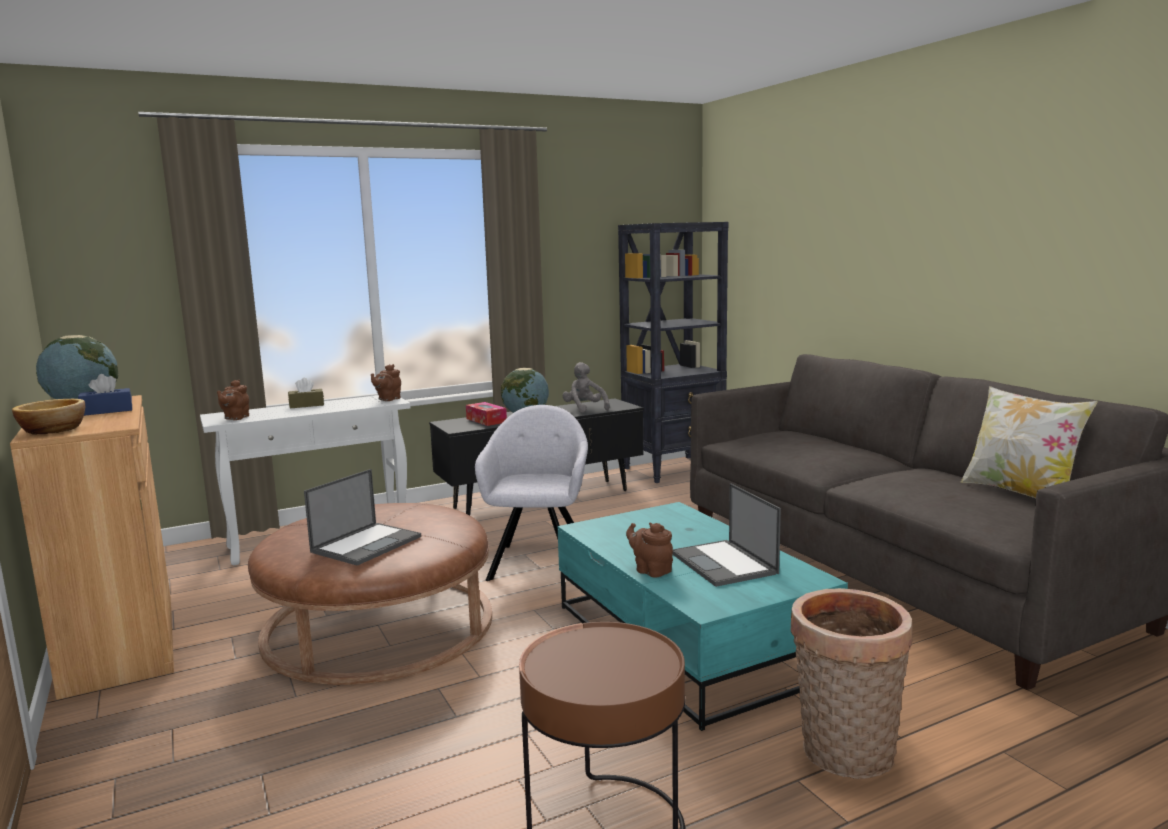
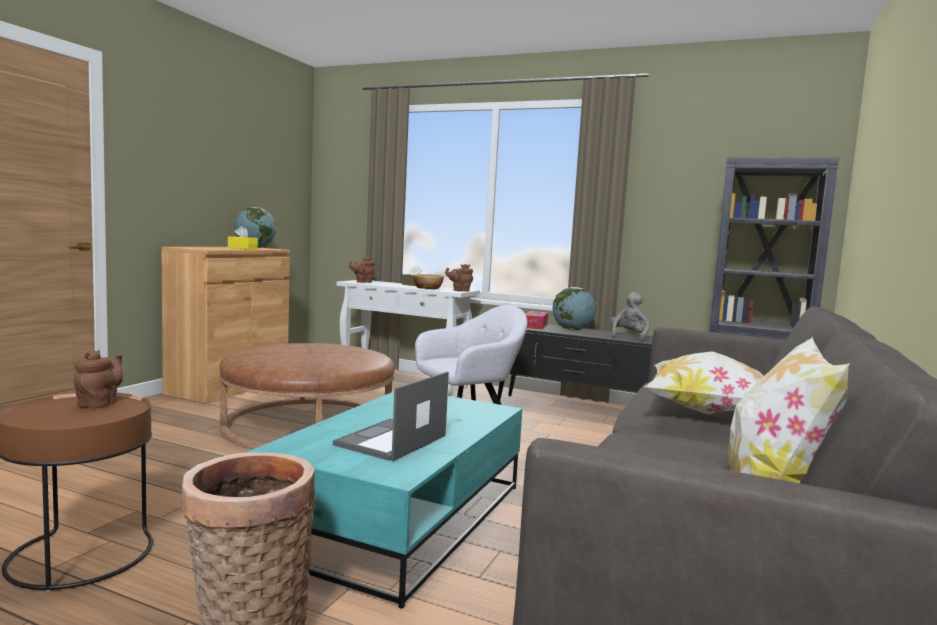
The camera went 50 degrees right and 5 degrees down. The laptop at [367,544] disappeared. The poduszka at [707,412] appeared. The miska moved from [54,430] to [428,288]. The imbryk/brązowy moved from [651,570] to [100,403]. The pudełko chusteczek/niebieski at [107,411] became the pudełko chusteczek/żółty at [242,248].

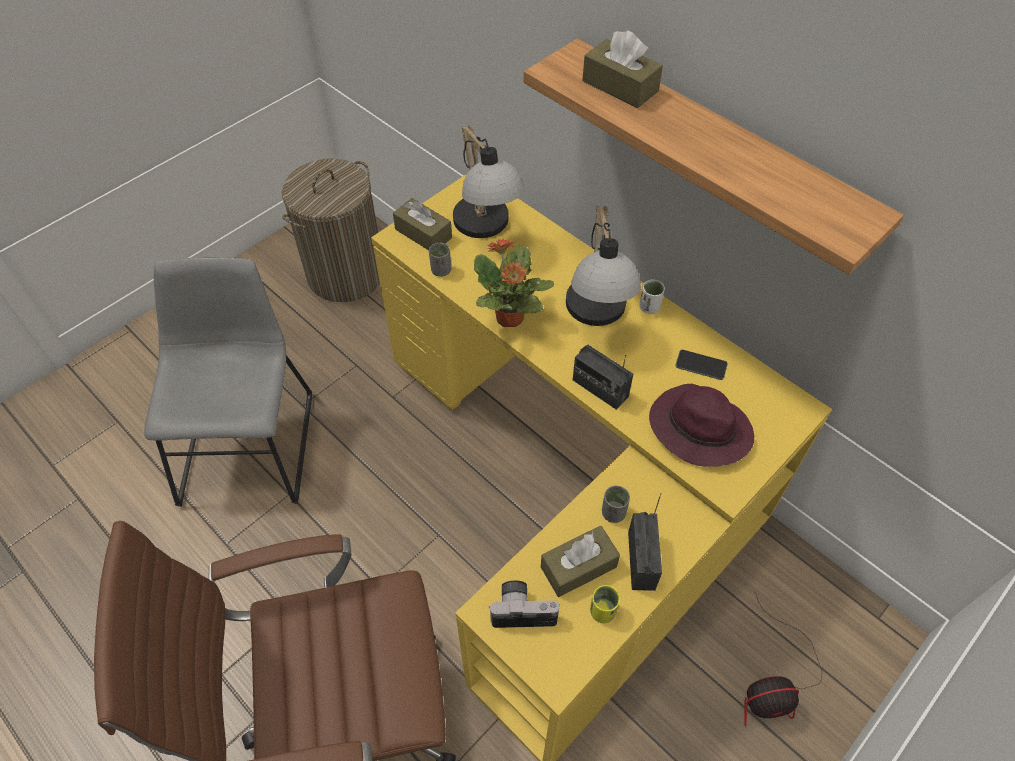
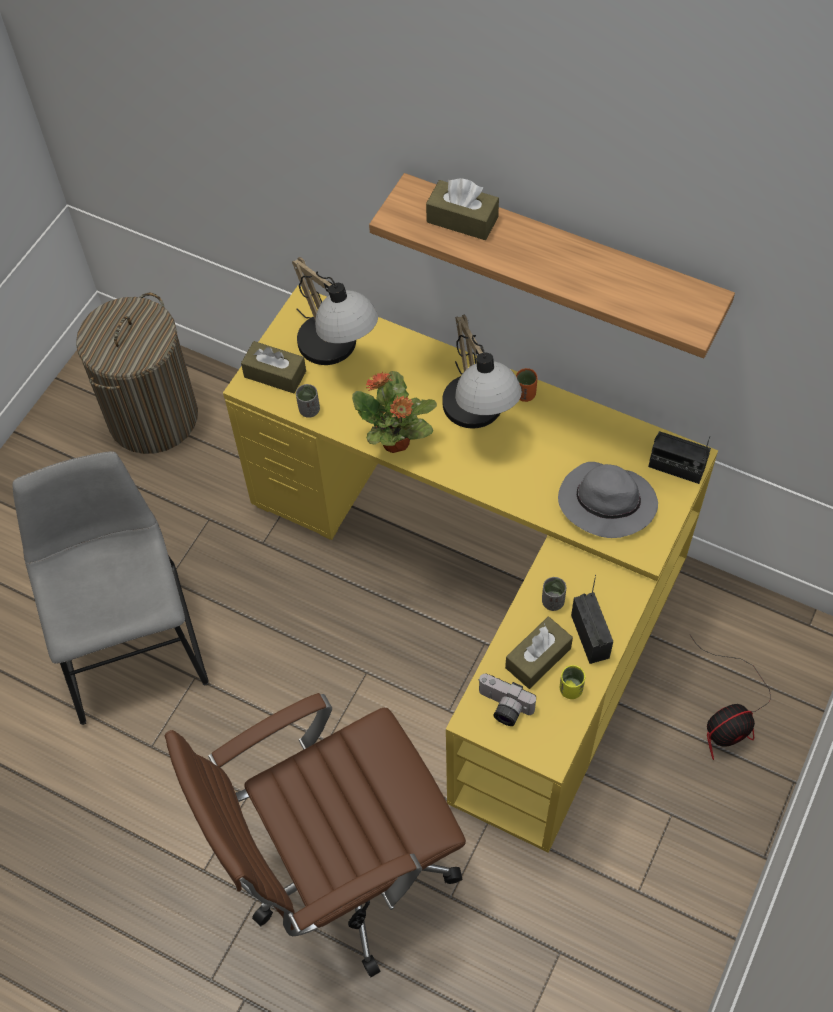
The camera went 15 degrees left and 5 degrees up. The telefon at [701,365] disappeared. The radio moved from [600,388] to [676,468]. The filiżanka/biały at [649,307] became the filiżanka/pomarańczowy at [525,394]. The kapelusz/fioletowy at [698,429] became the kapelusz/szary at [605,503]. The aparat fotograficzny at [523,609] turned 135 degrees counterclockwise.

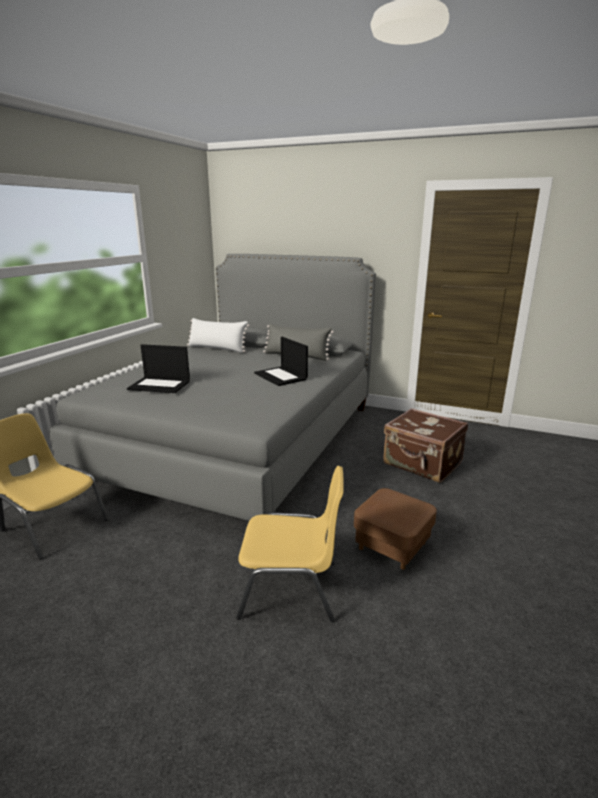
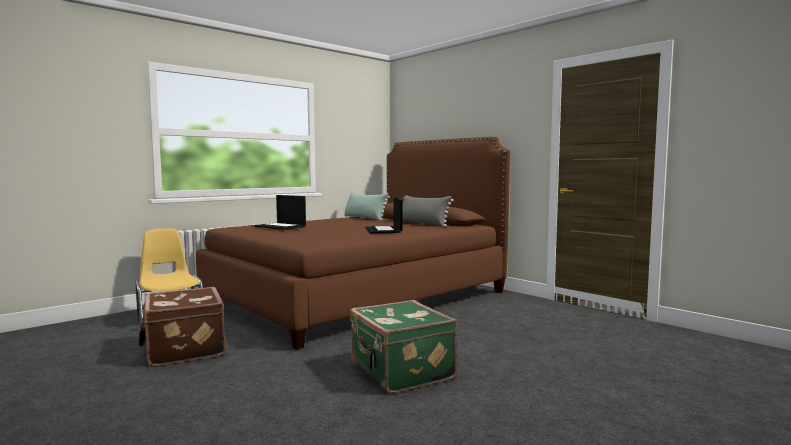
The camera went 25 degrees right and 15 degrees down. The krzesło/żółty at [291,588] disappeared. The walizka/brązowy moved from [422,464] to [183,349]. The pufa/brązowy at [392,546] was replaced by the walizka/zielony at [400,372]. The łóżko/szary at [240,440] became the łóżko/brązowy at [358,296]. The poduszka/biały at [217,348] became the poduszka/zielony at [364,218].

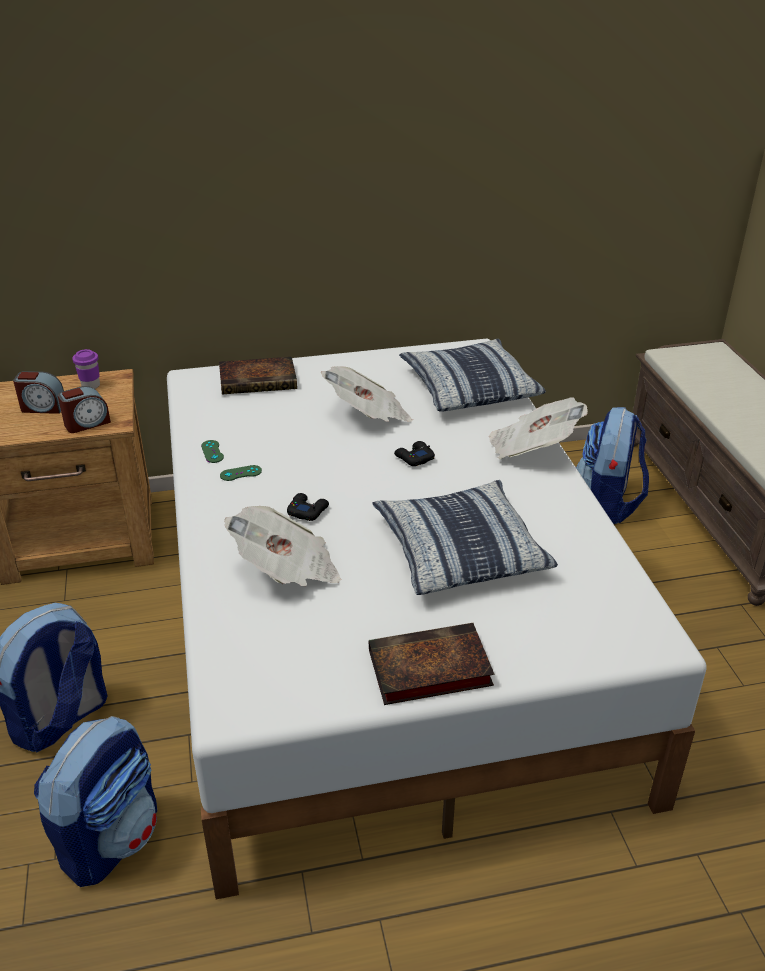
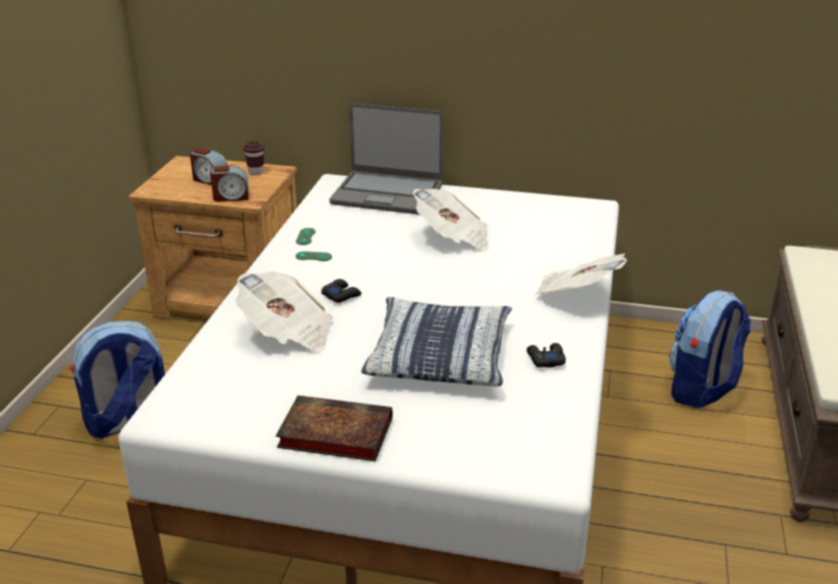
The camera went 25 degrees right and 5 degrees down. The plecak at [111,837] disappeared. The poduszka at [469,388] disappeared. The pad do gier/czarny moved from [414,458] to [545,359]. The książka at [260,380] was replaced by the laptop at [387,194]. The filiżanka/fioletowy at [91,385] became the filiżanka/brązowy at [256,172].

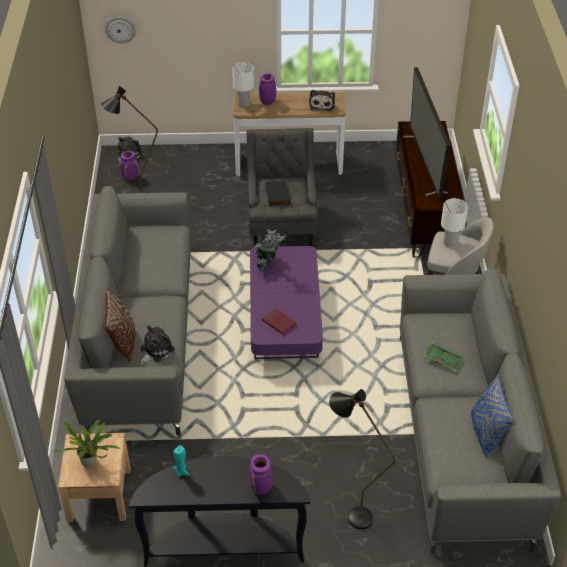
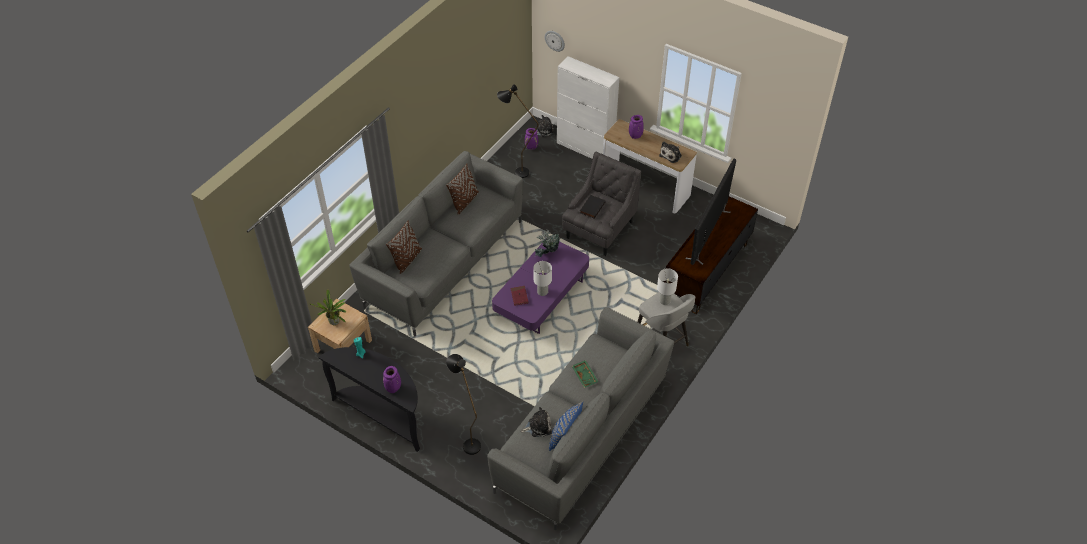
The camera went 35 degrees right and 5 degrees up. The poduszka/brązowy at [464,201] appeared. The szafka/biały at [585,148] appeared. The pluszak moved from [155,350] to [538,426]. The lampa stołowa/biały moved from [243,103] to [542,291].

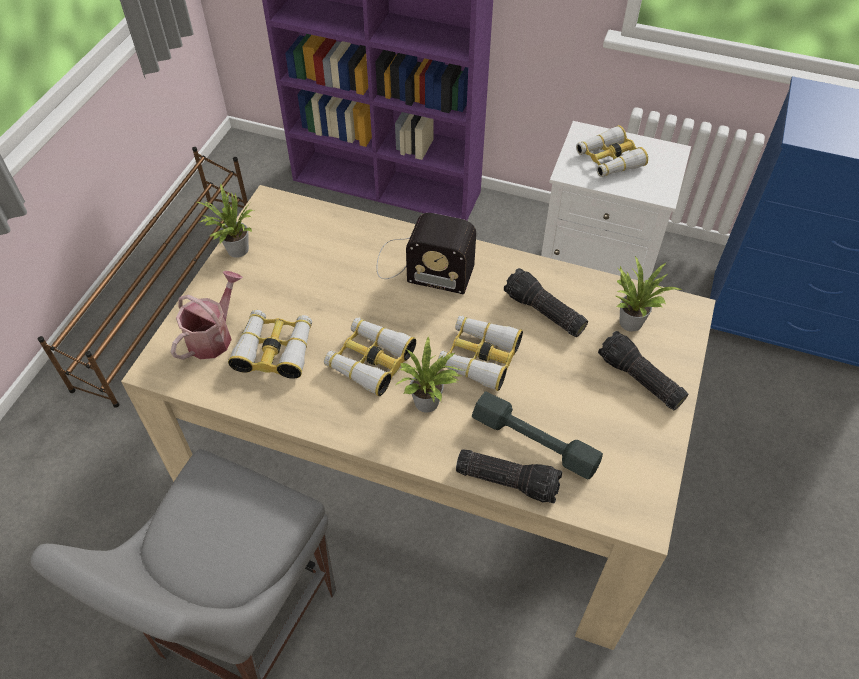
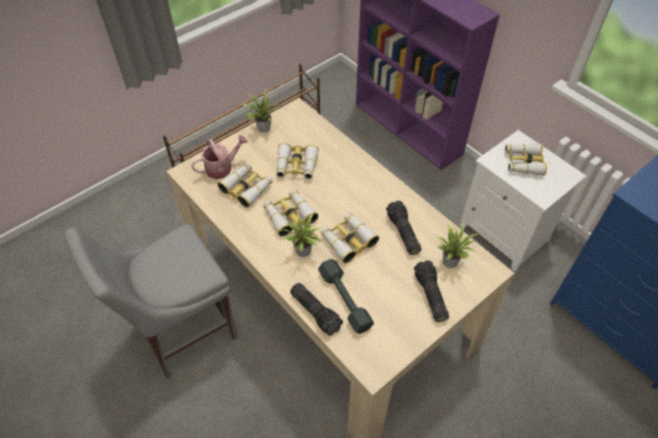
The camera went 30 degrees right and 0 degrees up. The radio at [421,266] disappeared. The lornetka at [296,166] appeared.

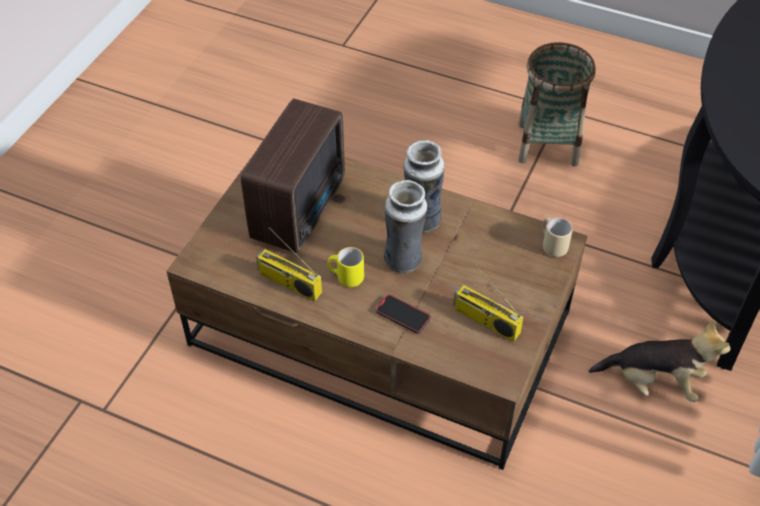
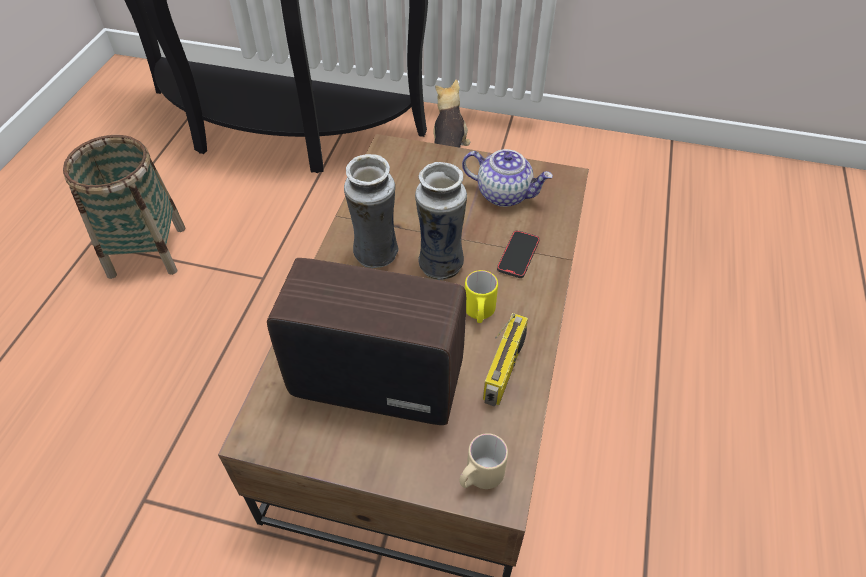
The camera went 100 degrees left and 0 degrees up. The kubek/beżowy moved from [552,245] to [479,477]. The radio at [485,321] was replaced by the imbryk at [504,194].

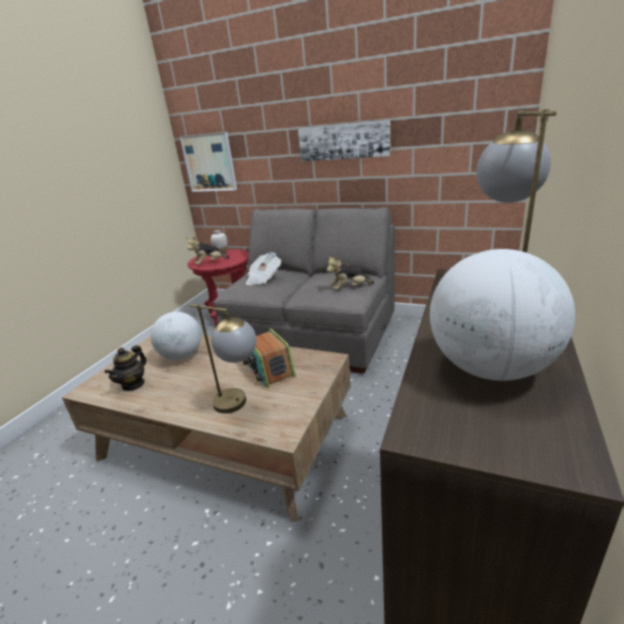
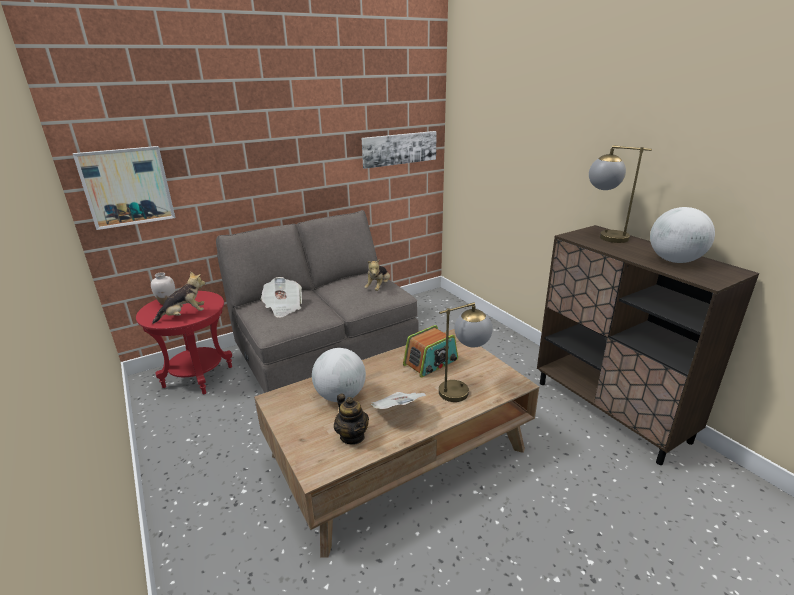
The camera went 55 degrees left and 0 degrees up. The gazeta at [398,411] appeared. The obraz moved from [343,141] to [399,149]. The pluszak at [210,263] turned 120 degrees counterclockwise. The radio at [269,370] turned 45 degrees counterclockwise.

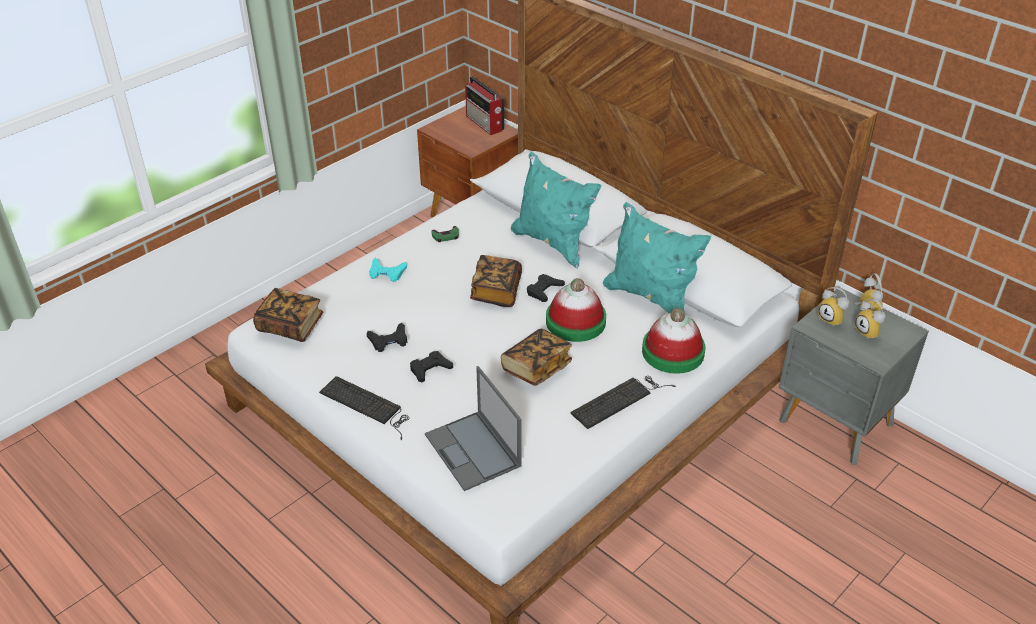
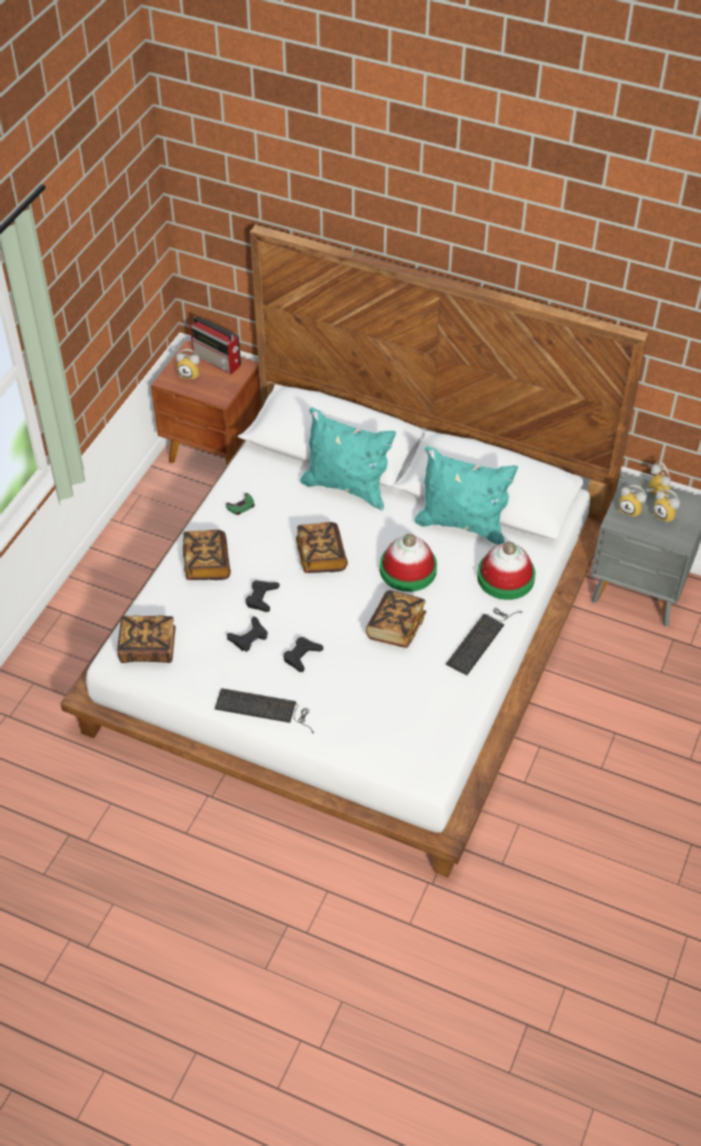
The camera went 20 degrees left and 10 degrees up. The laptop at [473,451] disappeared. The budzik at [190,374] appeared. The pad do gier/czarny moved from [544,290] to [261,598]. The pad do gier/turkusowy at [386,273] was replaced by the książka at [207,564].

